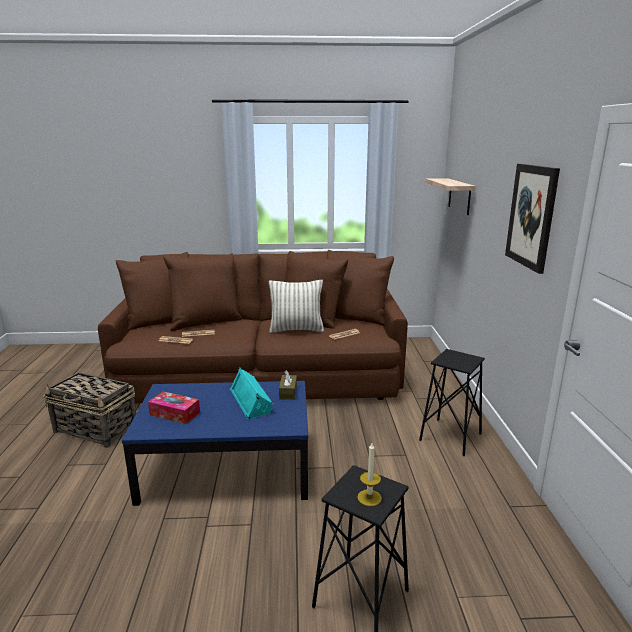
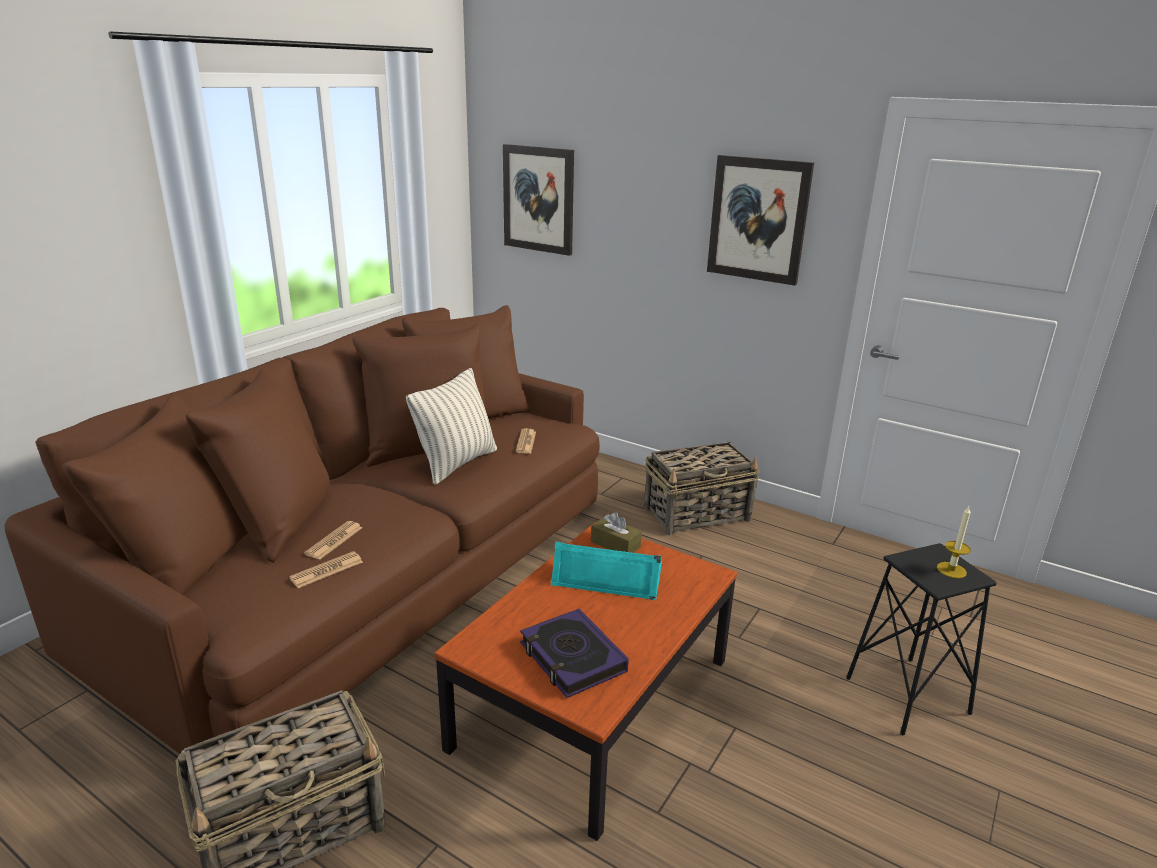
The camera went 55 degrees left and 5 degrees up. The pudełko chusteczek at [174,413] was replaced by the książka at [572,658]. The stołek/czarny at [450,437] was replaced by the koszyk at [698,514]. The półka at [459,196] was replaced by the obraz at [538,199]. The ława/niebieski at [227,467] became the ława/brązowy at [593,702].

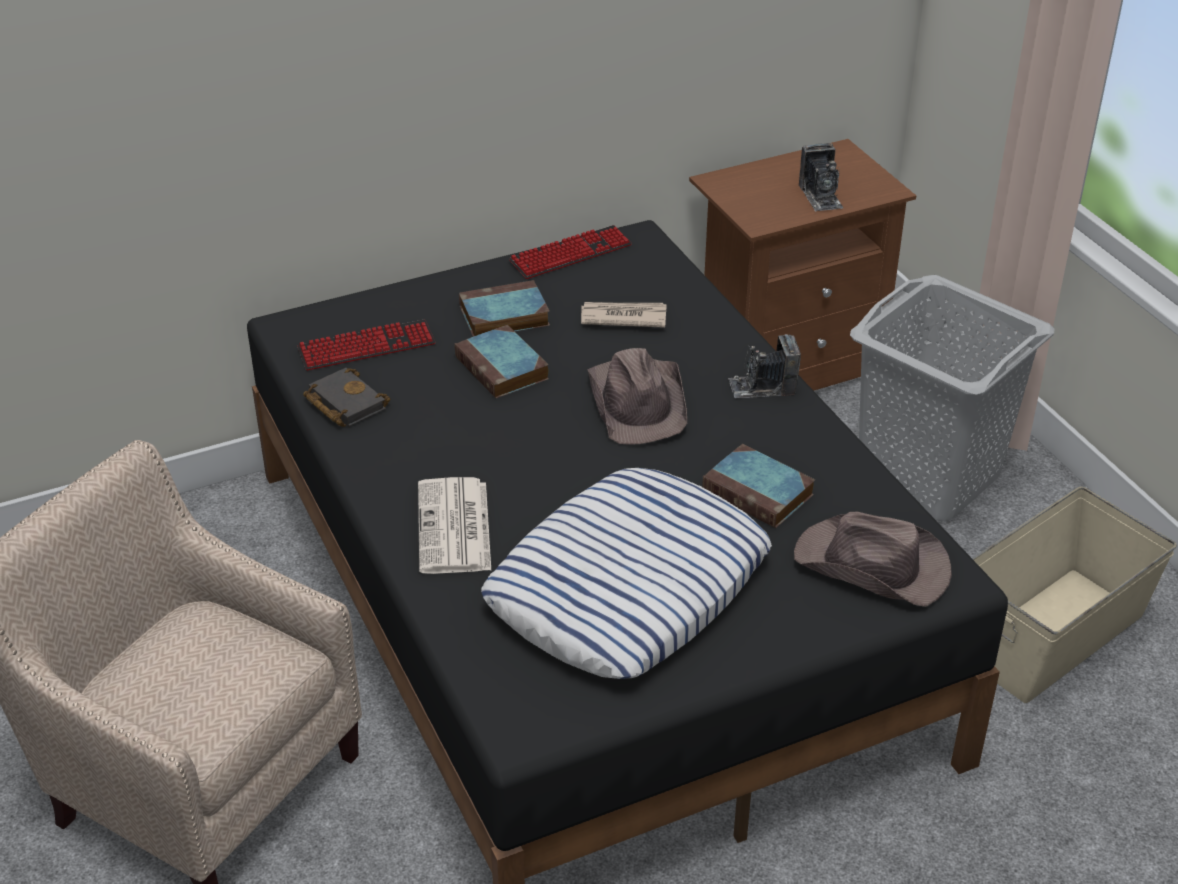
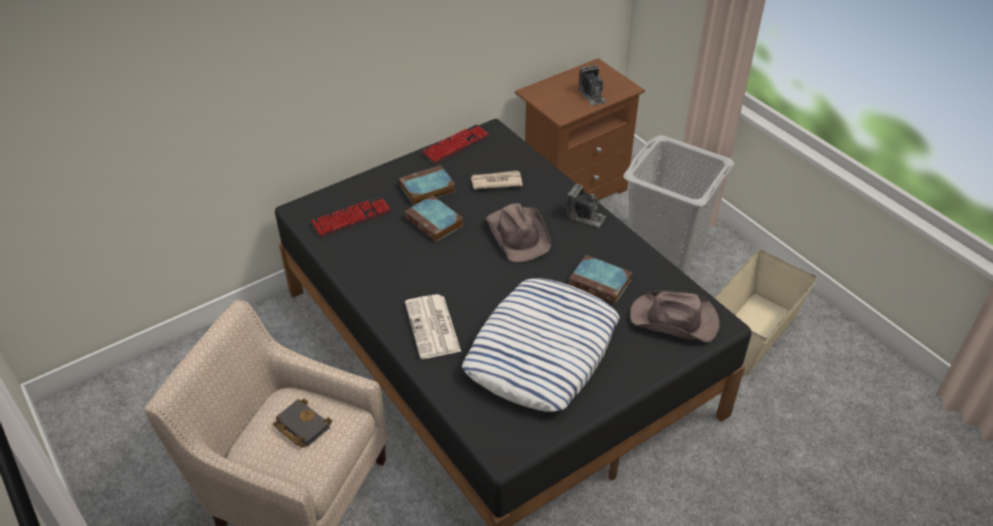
The camera went 10 degrees left and 5 degrees up. The książka/czarny moved from [343,403] to [300,426]. The aparat fotograficzny at [762,387] turned 135 degrees counterclockwise.

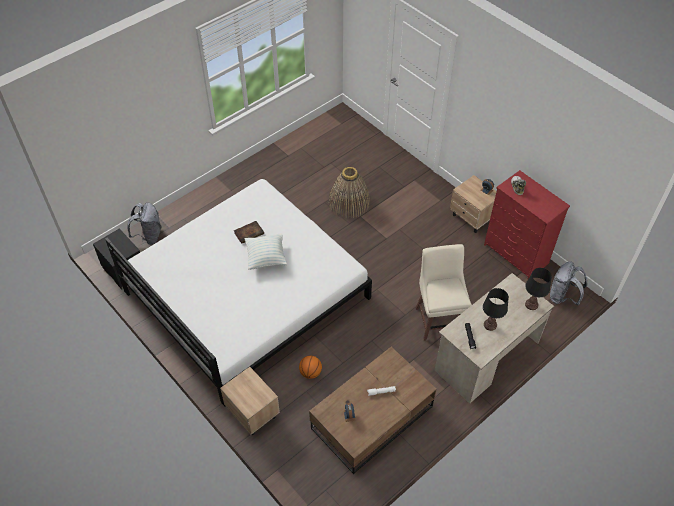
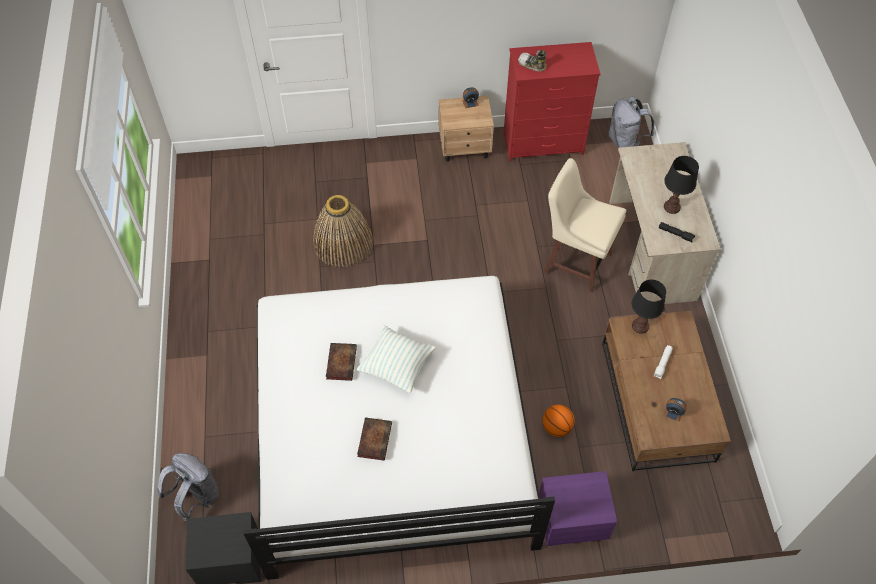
The camera went 55 degrees left and 5 degrees up. The książka at [374,439] appeared. The lampa stołowa/czarny moved from [531,304] to [640,326]. The szafka nocna/beżowy at [252,413] became the szafka nocna/fioletowy at [570,522].

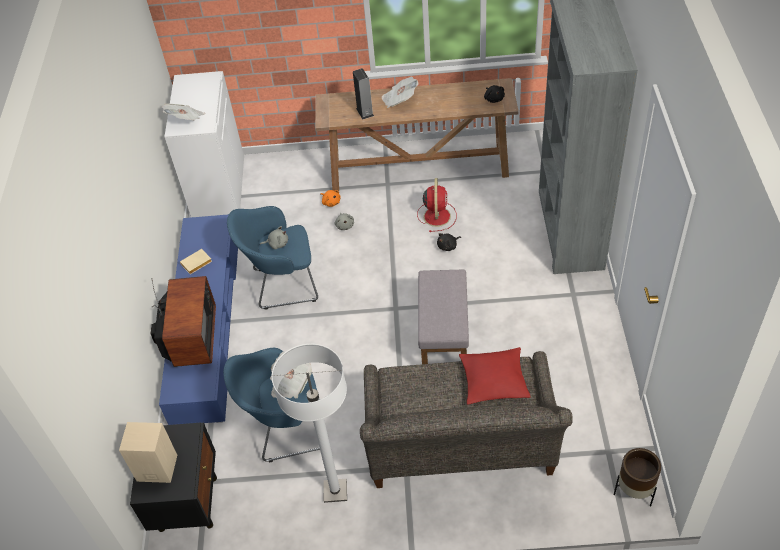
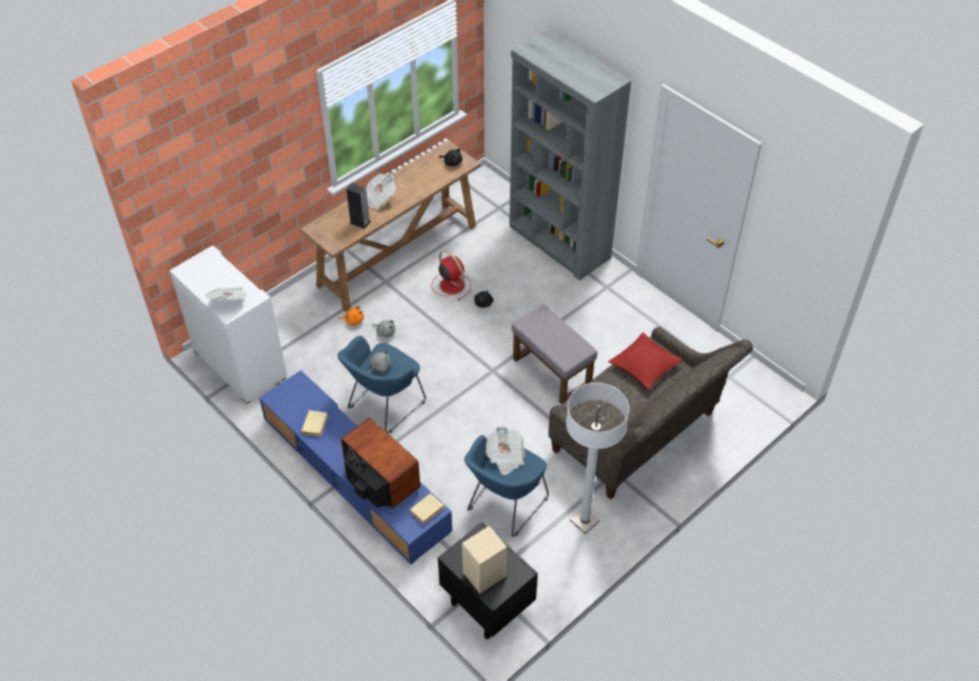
The camera went 45 degrees left and 0 degrees up. The donica/brązowy at [634,491] disappeared. The książka/beżowy at [427,511] appeared.

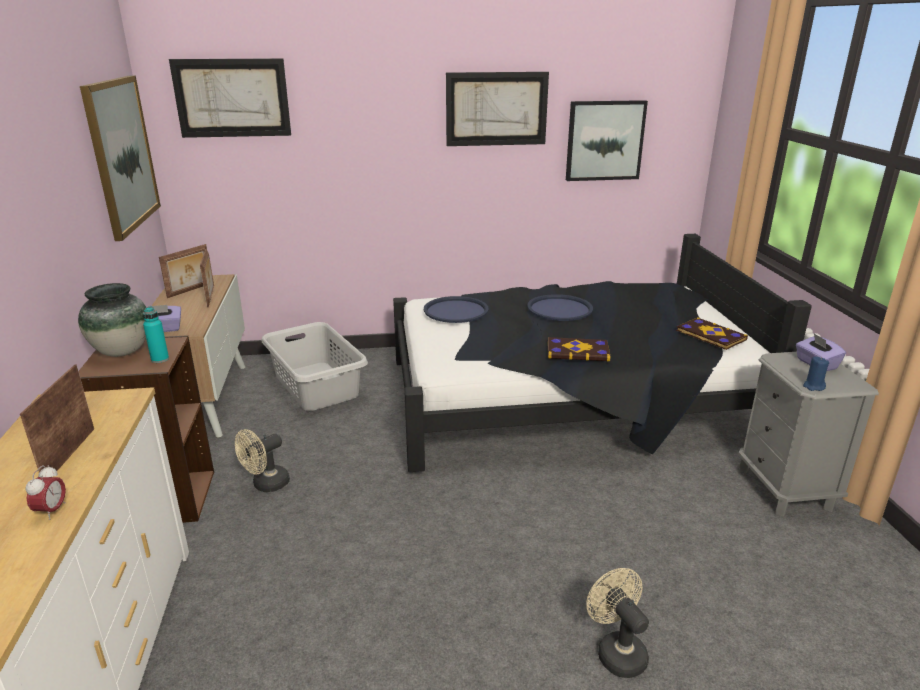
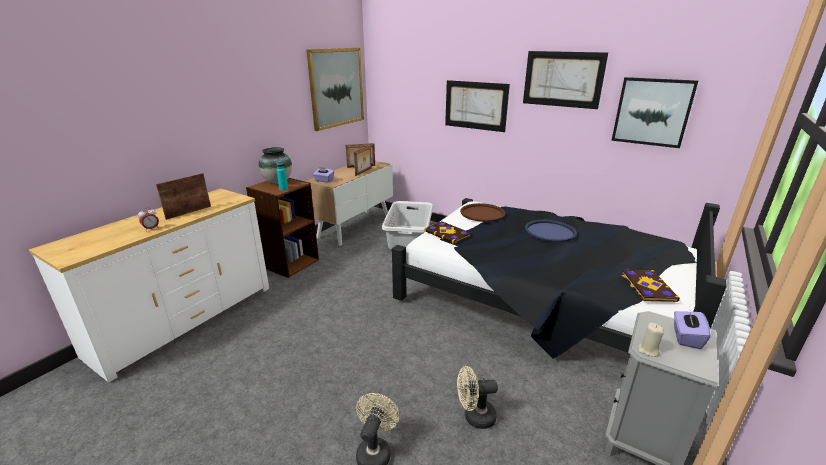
The camera went 40 degrees right and 0 degrees up. The obraz moved from [232,98] to [475,105]. The wentylator/beżowy moved from [266,485] to [474,417]. The książka moved from [577,351] to [447,233]. The taca/niebieski at [456,310] became the taca/brązowy at [482,213]. The świeca/niebieski at [813,386] became the świeca/beżowy at [648,351].

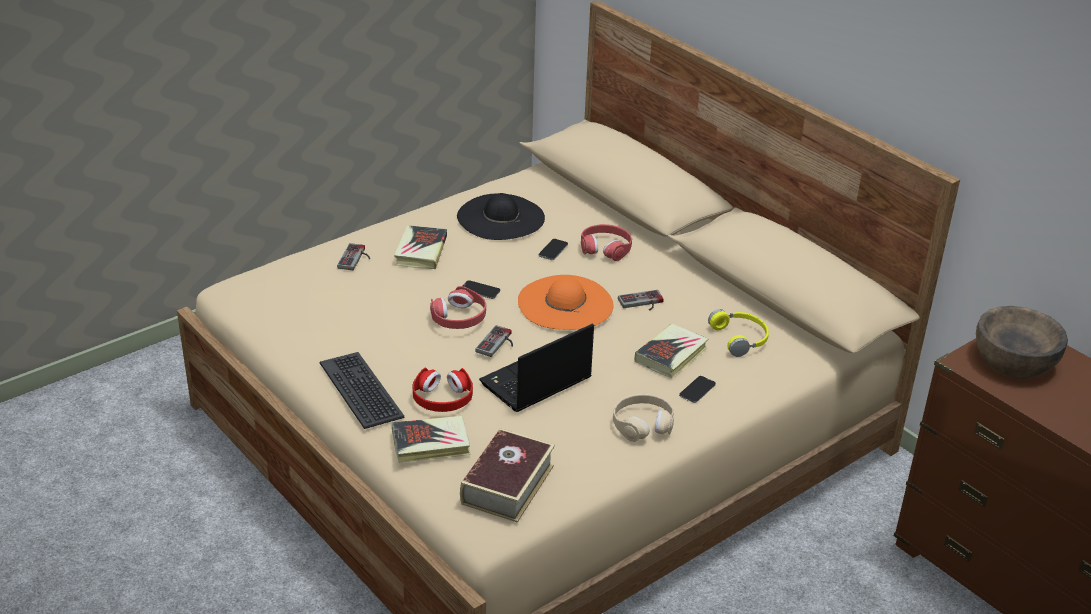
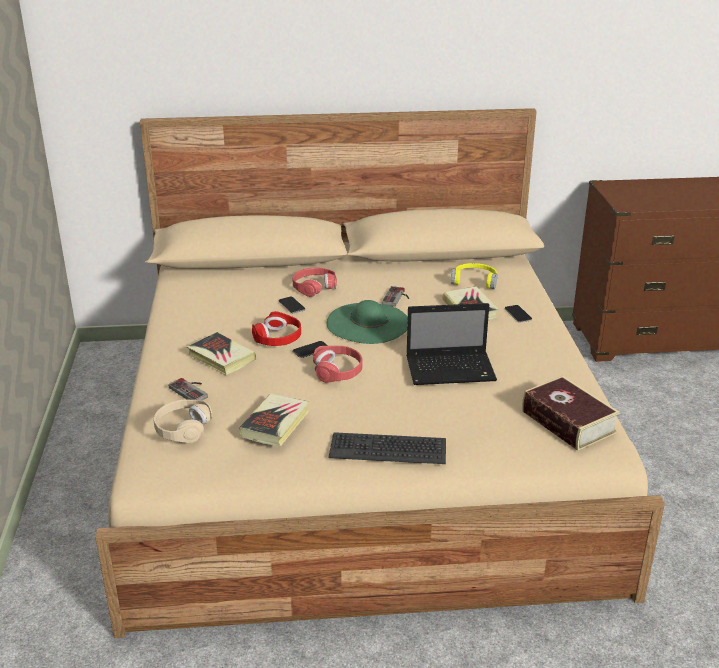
The camera went 55 degrees left and 5 degrees down. The kapelusz/czarny at [500,217] disappeared. The pad do gier at [498,344] disappeared. The miska/brązowy at [1014,360] disappeared. The książka moved from [431,444] to [275,424]. The słuchawki/czerwony moved from [442,398] to [278,337]. The słuchawki/beżowy moved from [642,424] to [182,428]. The kapelusz/pomarańczowy at [565,303] became the kapelusz/zielony at [368,323]. The laptop at [534,382] turned 90 degrees counterclockwise.

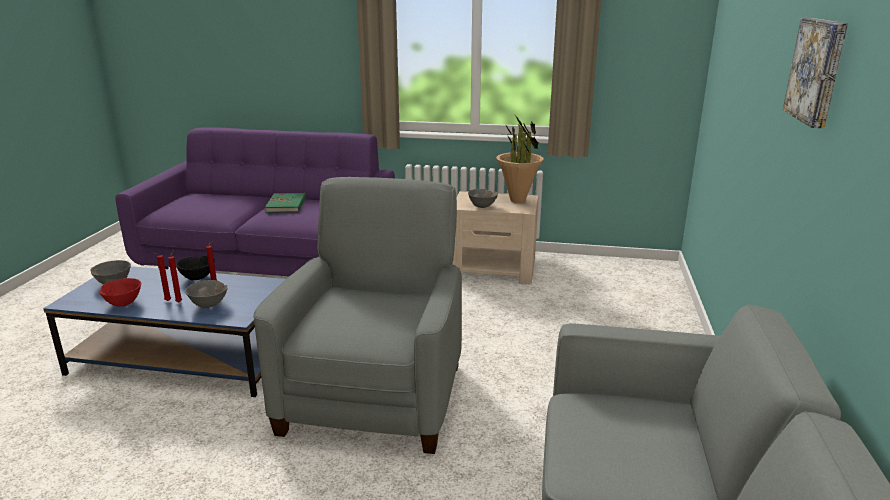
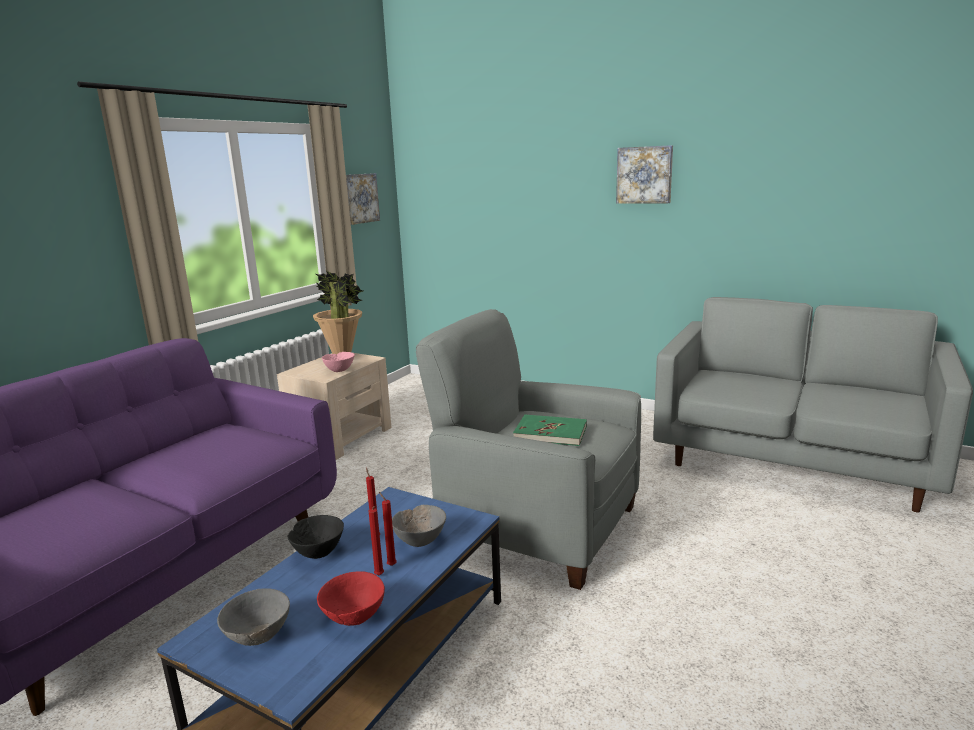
The camera went 70 degrees left and 5 degrees down. The obraz at [358,198] appeared. The książka/zielony moved from [286,205] to [550,433]. The miska/szary at [482,207] became the miska/różowy at [340,370].

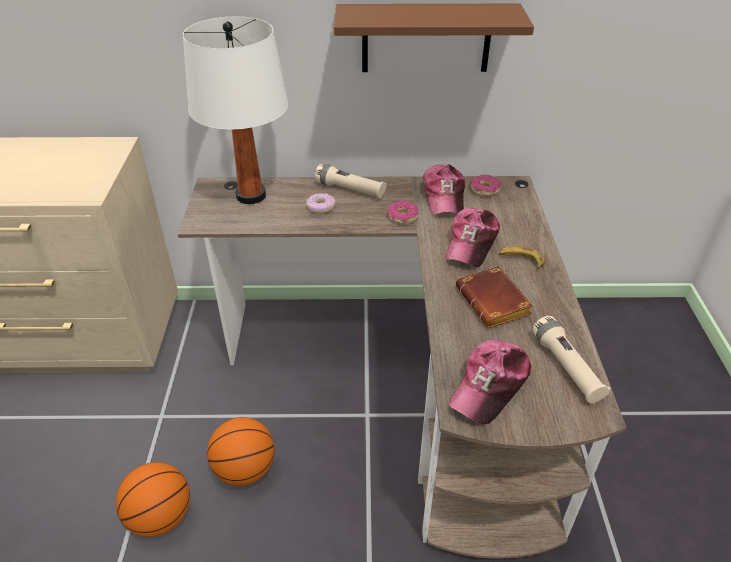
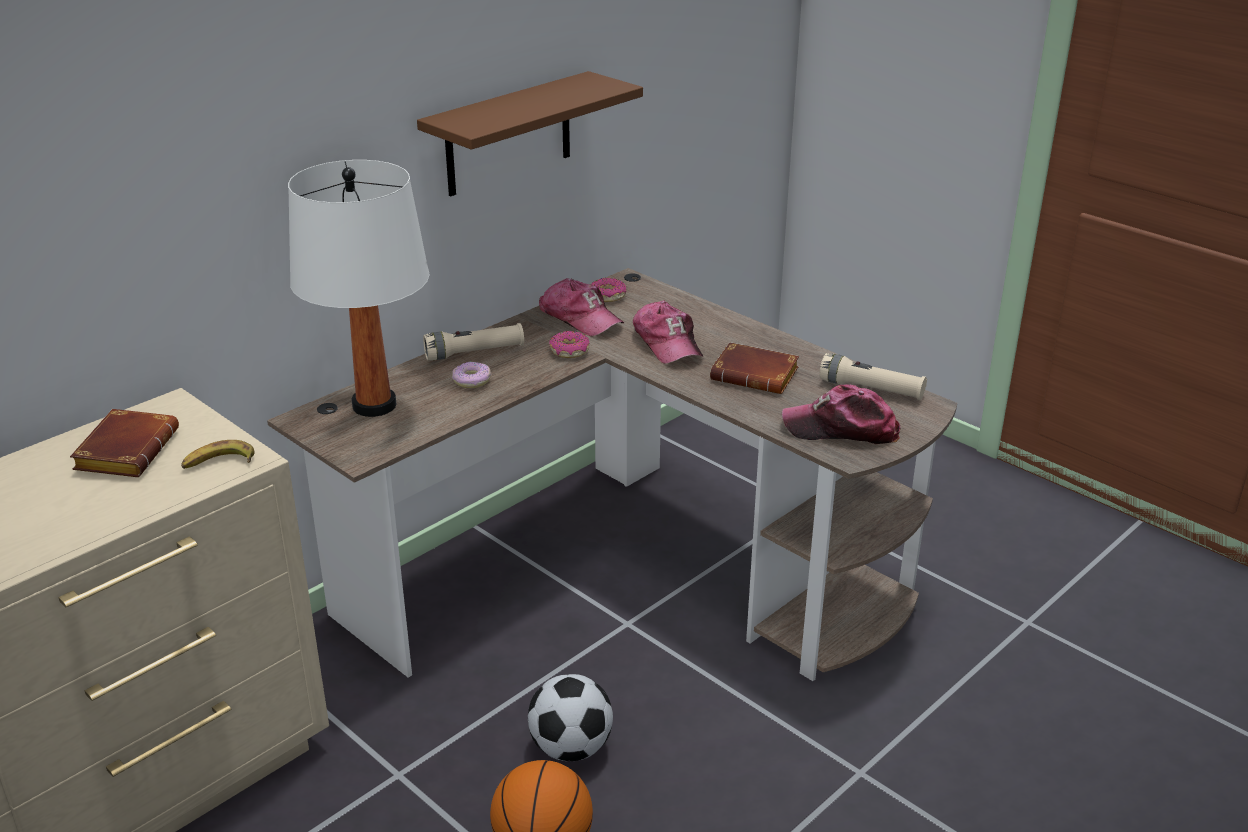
The camera went 45 degrees left and 10 degrees down. The książka/brązowy at [126,450] appeared. The banan moved from [521,260] to [219,463]. The piłka do koszykówki at [245,469] was replaced by the piłka futbolowa at [571,748]. The czapka z daszkiem at [490,386] turned 105 degrees clockwise.

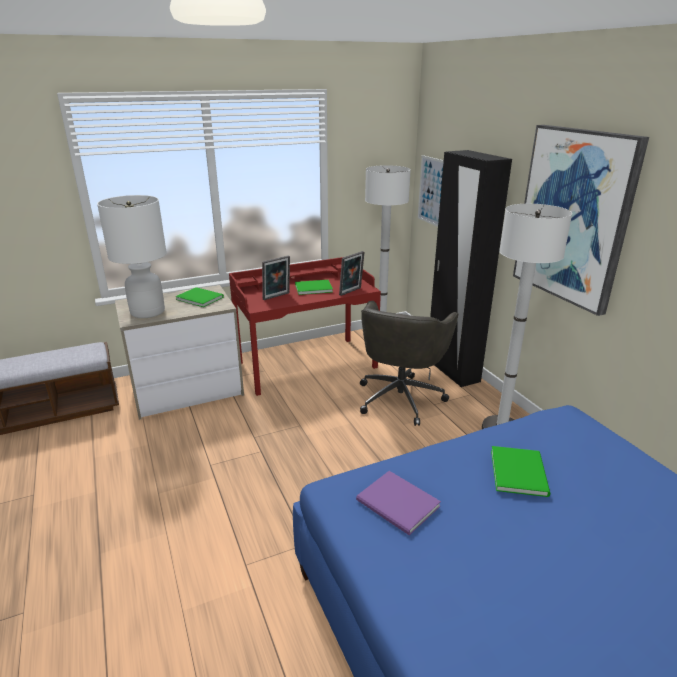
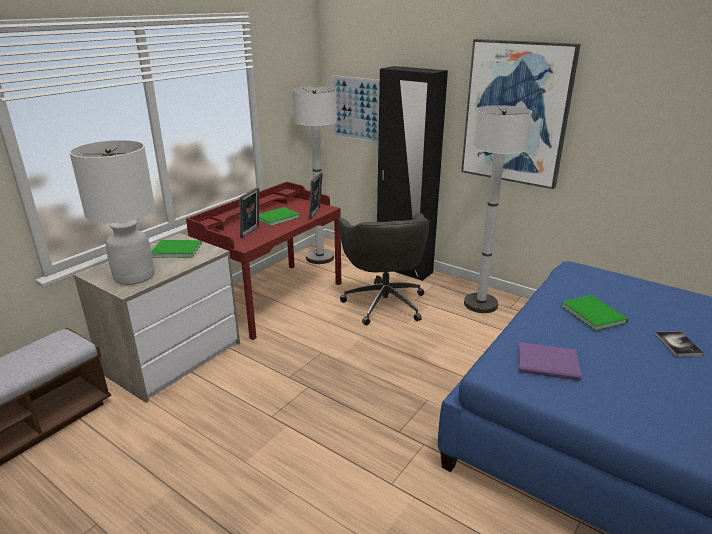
The camera went 30 degrees left and 0 degrees up. The książka at [678,345] appeared.

